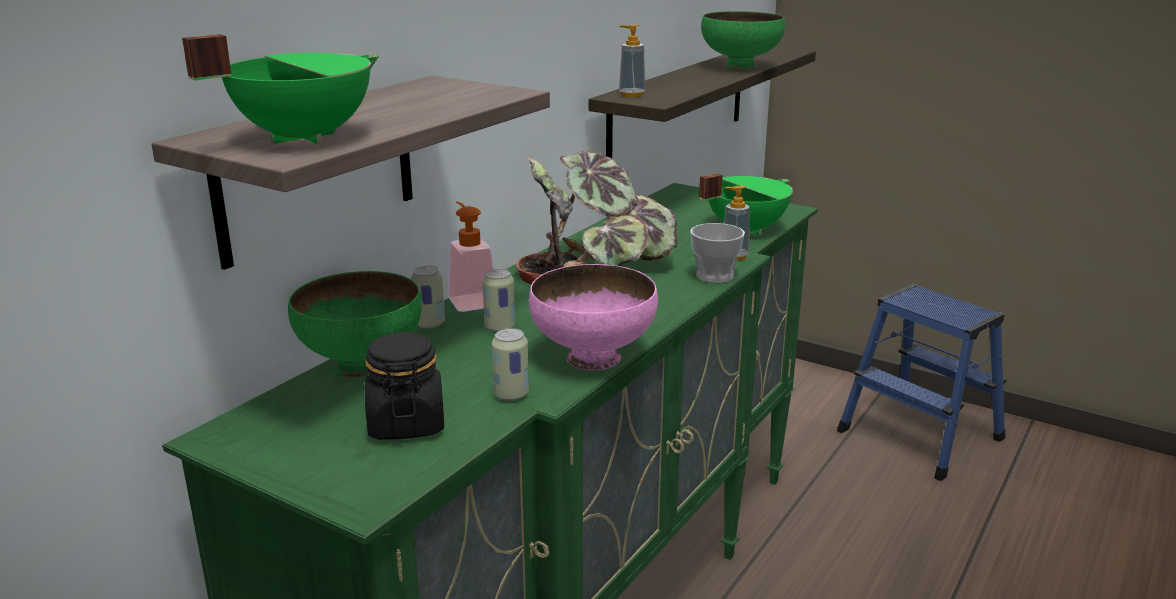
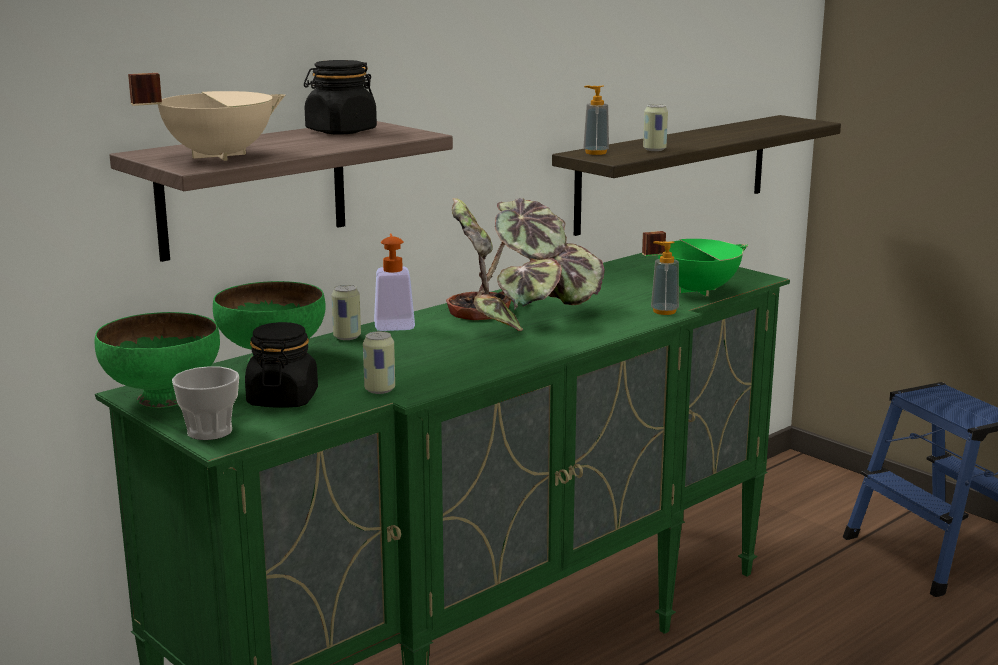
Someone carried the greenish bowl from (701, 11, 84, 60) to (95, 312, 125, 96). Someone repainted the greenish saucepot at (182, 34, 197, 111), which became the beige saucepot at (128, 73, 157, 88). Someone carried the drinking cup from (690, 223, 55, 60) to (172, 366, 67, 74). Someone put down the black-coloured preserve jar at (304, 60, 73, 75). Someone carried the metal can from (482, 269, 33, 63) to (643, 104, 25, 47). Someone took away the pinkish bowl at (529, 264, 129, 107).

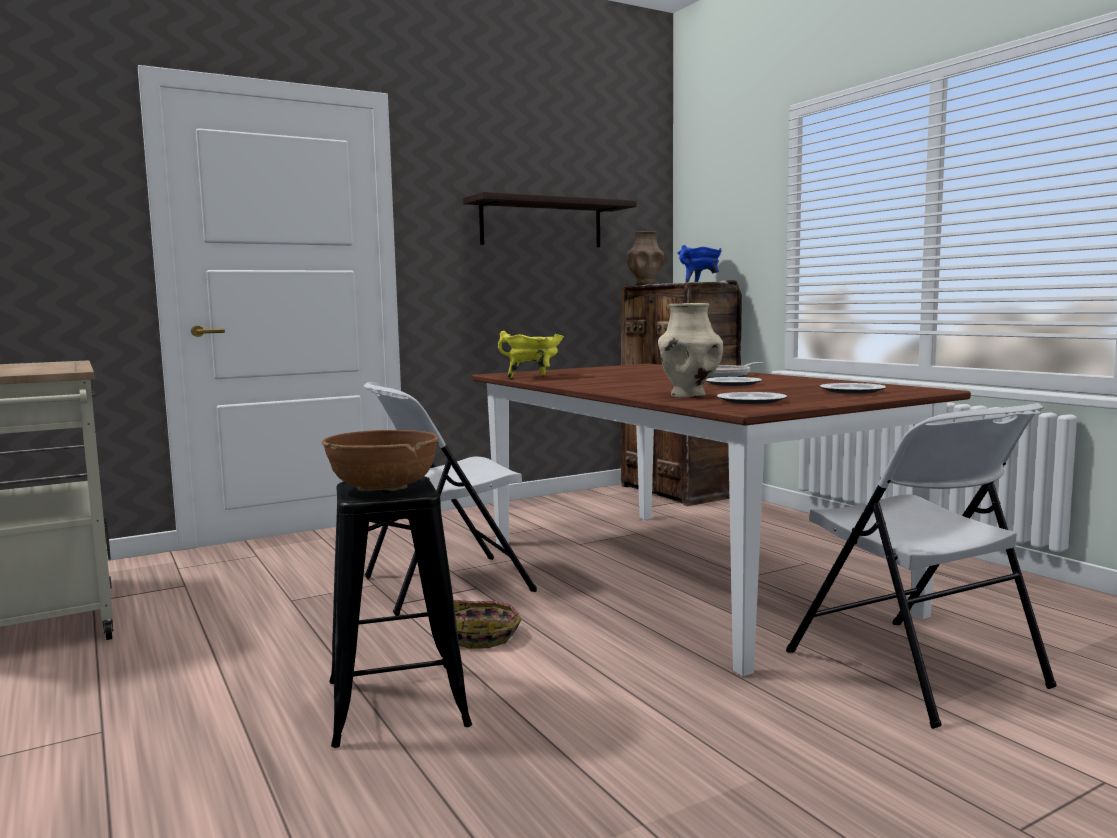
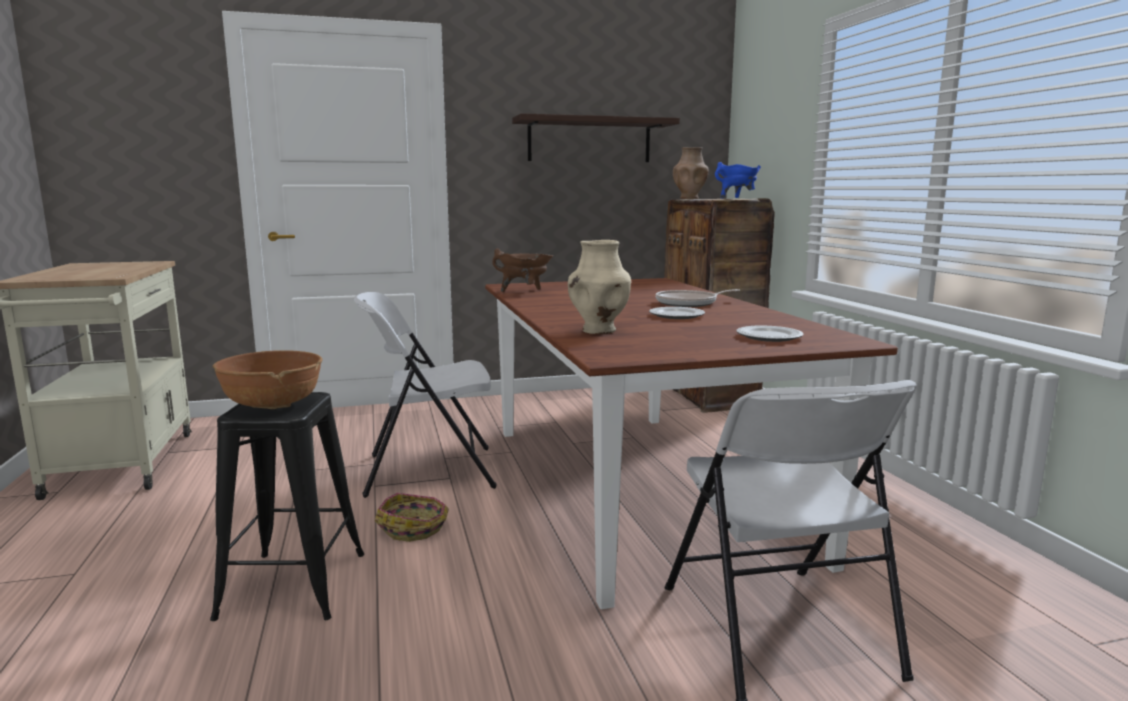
Someone repainted the yellow saucepot at (498, 331, 66, 47), which became the brown saucepot at (493, 249, 60, 43). Someone took away the dinner plate at (717, 392, 70, 12).

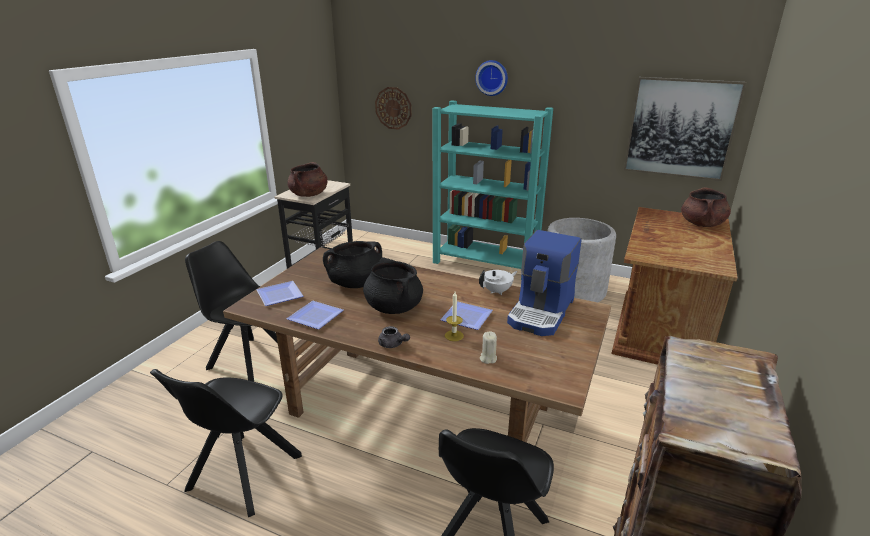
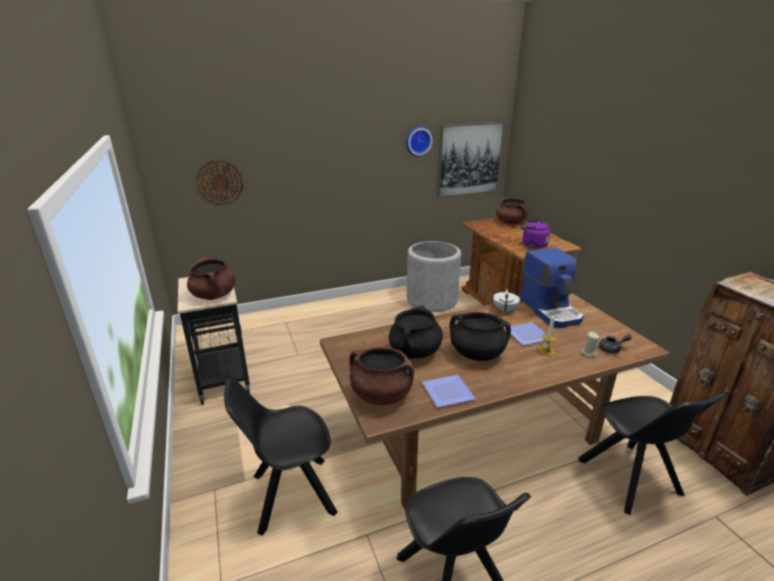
Someone swapped the dinner plate at (256, 281, 47, 25) for the brown saucepot at (349, 347, 65, 58). Someone carried the hanging clock from (475, 60, 33, 36) to (406, 126, 27, 31). Someone put down the purplish water kettle at (520, 220, 31, 29). Someone carried the grey pot for tea from (378, 326, 32, 22) to (599, 334, 33, 19). Someone took away the turquoise bookshelf at (433, 100, 120, 176).

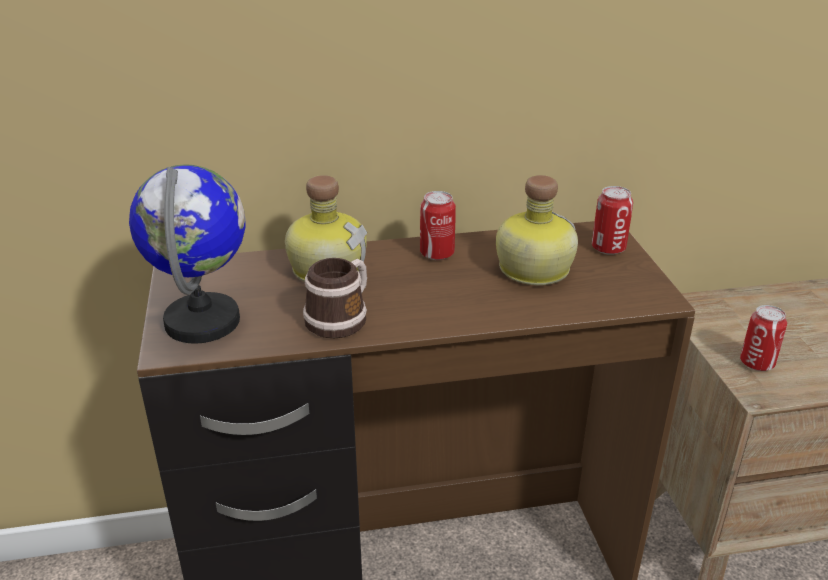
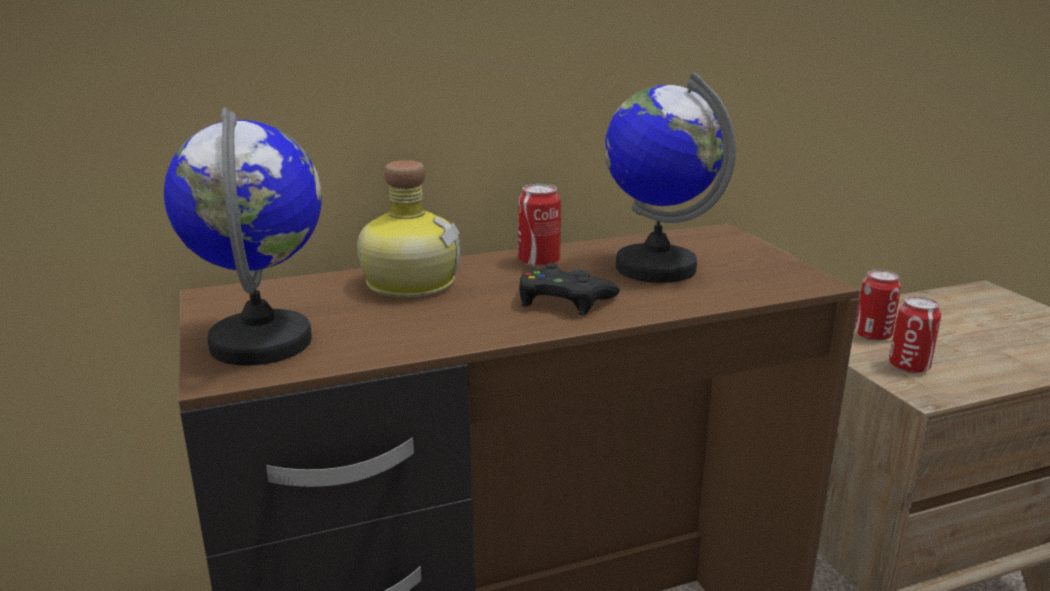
Someone put down the black-coloured joypad at (519, 263, 101, 52). Someone swapped the beverage bottle at (496, 175, 82, 110) for the desk globe at (605, 72, 131, 211). Someone carried the metal can from (592, 186, 41, 69) to (854, 270, 47, 71). Someone took away the tea mug at (303, 258, 64, 80).

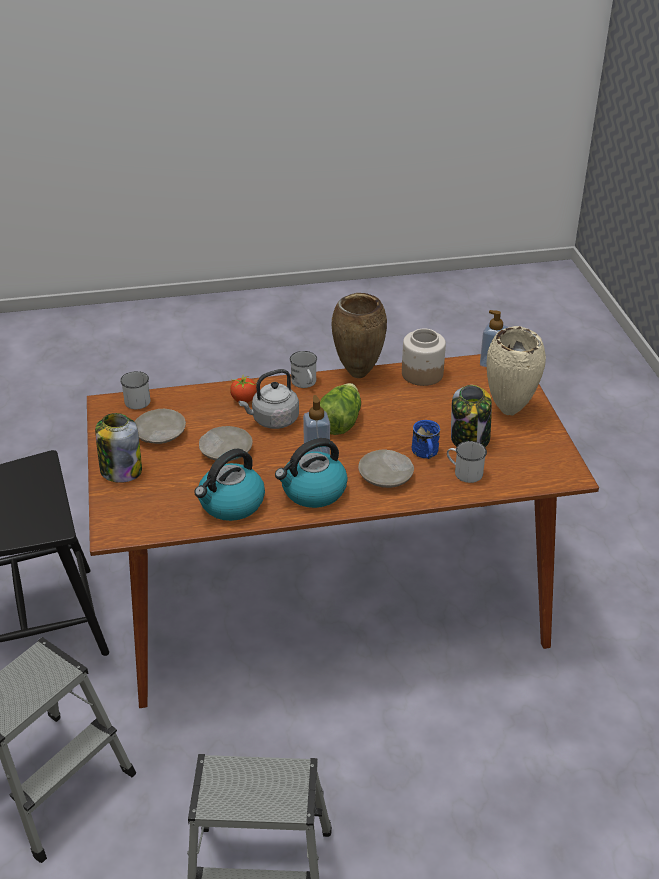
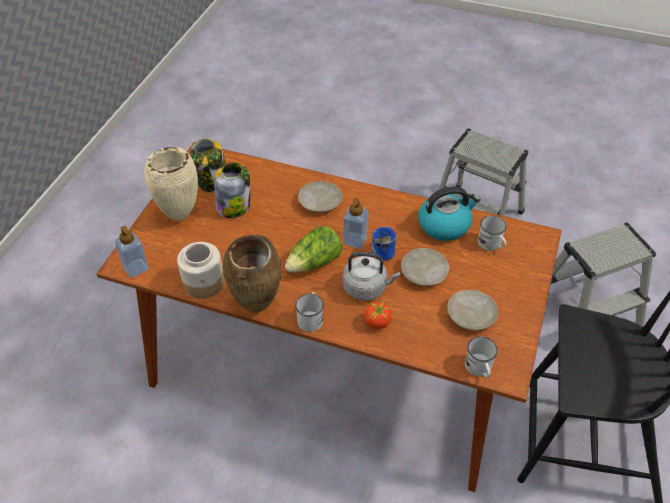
Someone carried the preserve jar from (95, 413, 47, 70) to (190, 138, 36, 54). Someone carried the blue-coloured tea mug from (412, 420, 29, 39) to (372, 227, 24, 34). Someone carried the whitish tea mug from (447, 441, 40, 42) to (478, 216, 29, 35). Someone took away the water kettle at (275, 438, 73, 70).

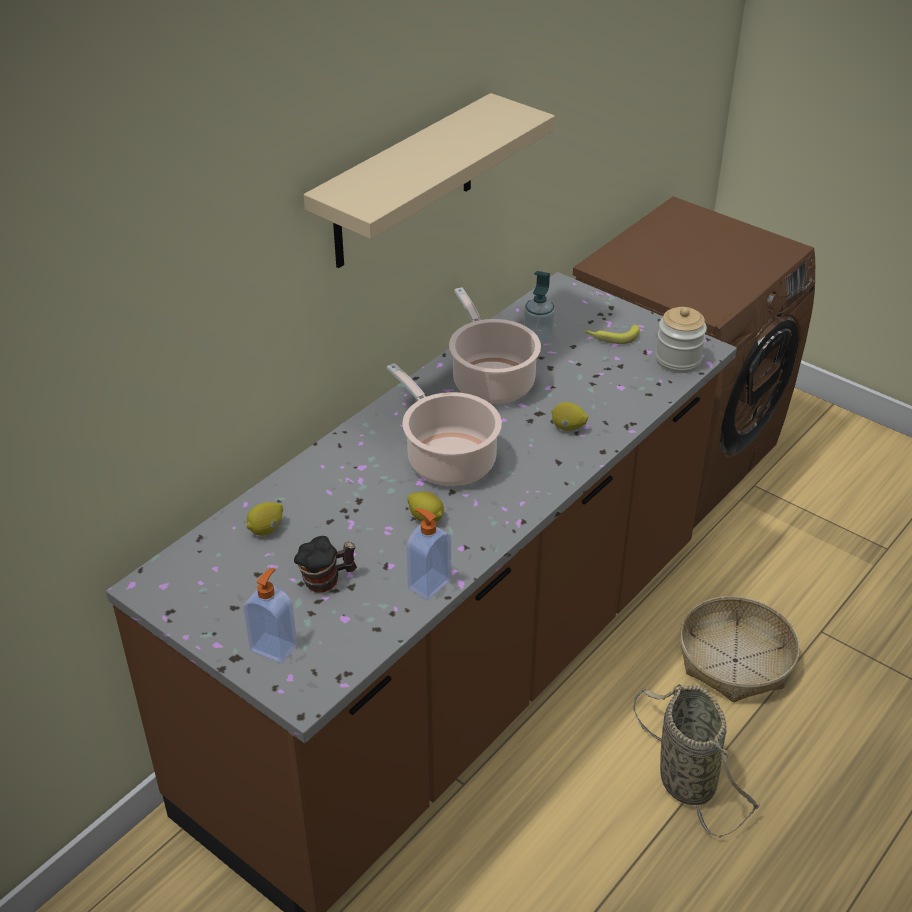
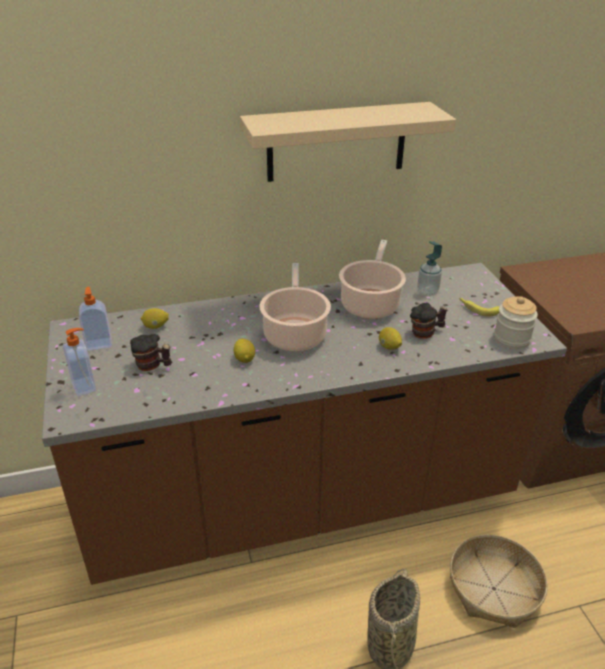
Someone carried the soap bottle from (406, 508, 45, 92) to (79, 287, 33, 64). Someone put down the tea mug at (410, 303, 37, 36).

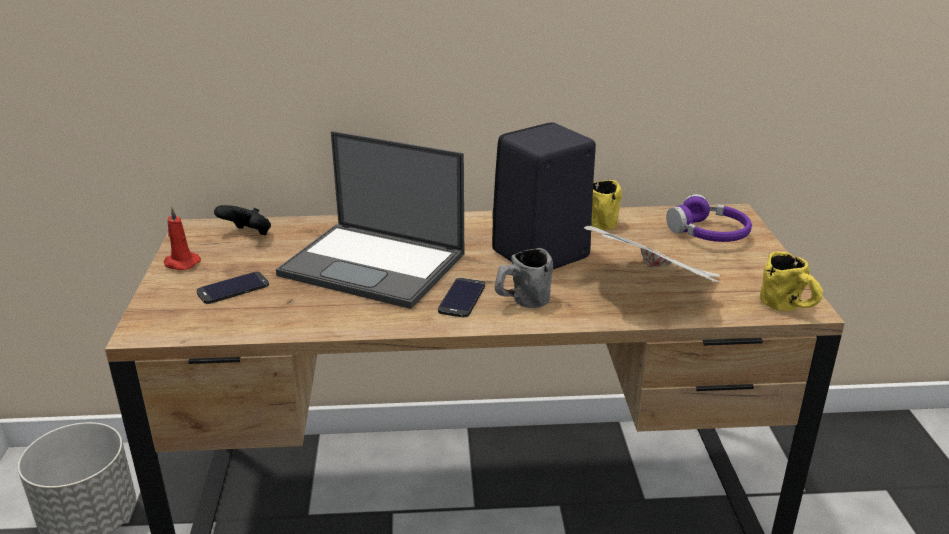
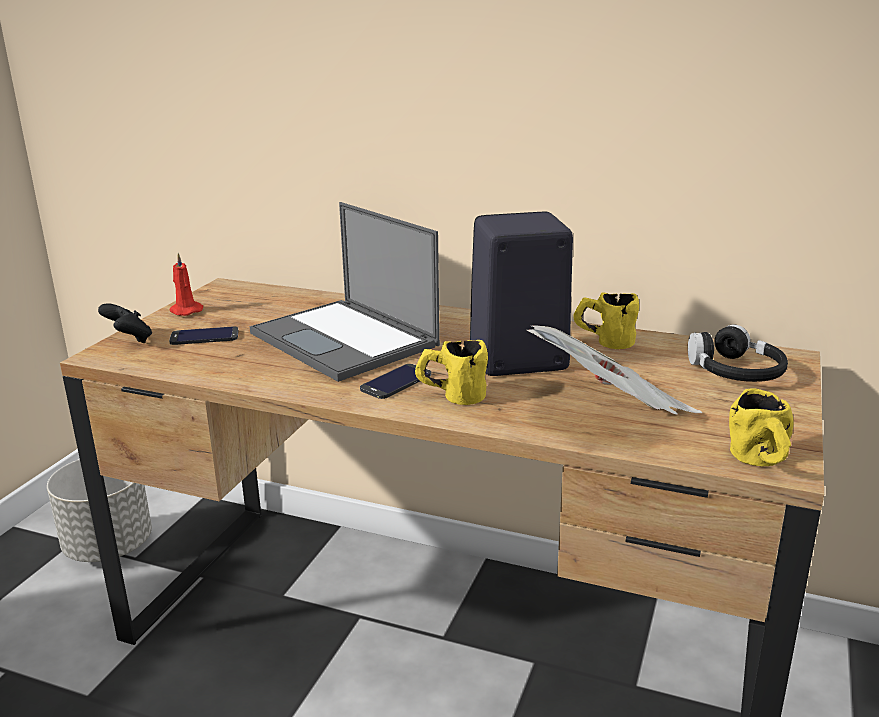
Someone carried the black-coloured joypad from (214, 205, 57, 30) to (98, 303, 54, 40). Someone repainted the grey tea mug at (495, 248, 58, 60), which became the yellow tea mug at (415, 340, 73, 65). Someone repainted the purplish headset at (666, 194, 86, 48), which became the black-coloured headset at (688, 325, 100, 57).

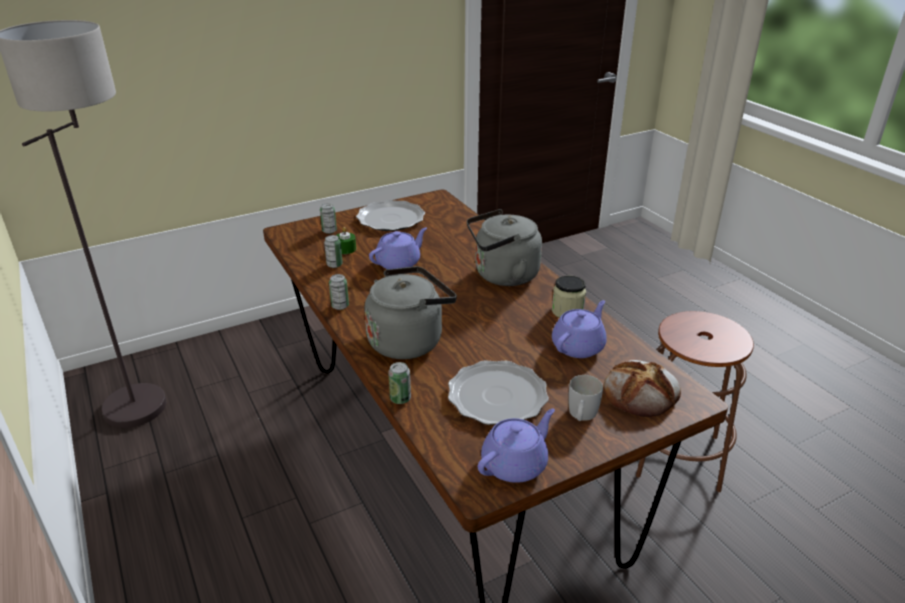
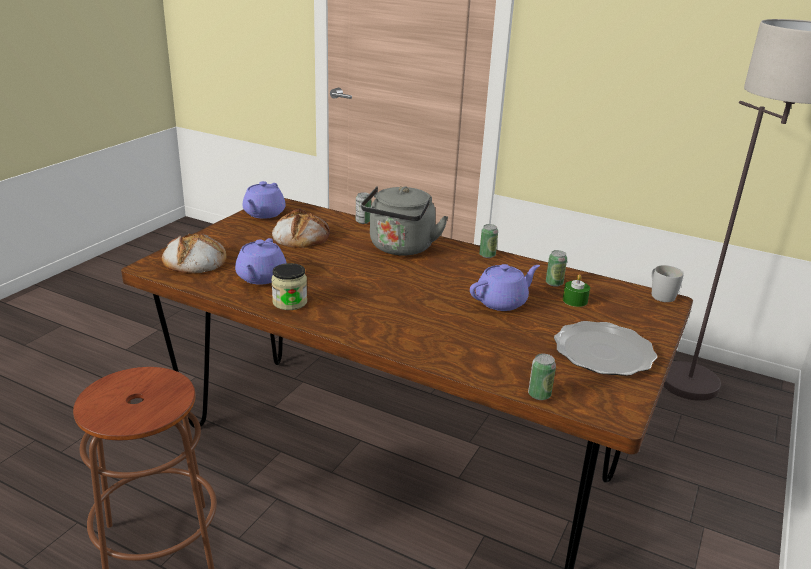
Someone swapped the dinner plate at (448, 360, 101, 65) for the bakery bread at (272, 208, 58, 40). Someone rotated the purplish pot for tea at (369, 227, 58, 42) by 135 degrees counterclockwise. Someone carried the metal can from (320, 203, 17, 31) to (528, 353, 28, 47). Someone carried the whitish tea mug from (568, 375, 35, 46) to (651, 265, 33, 37). Someone took away the grey water kettle at (467, 209, 75, 77).

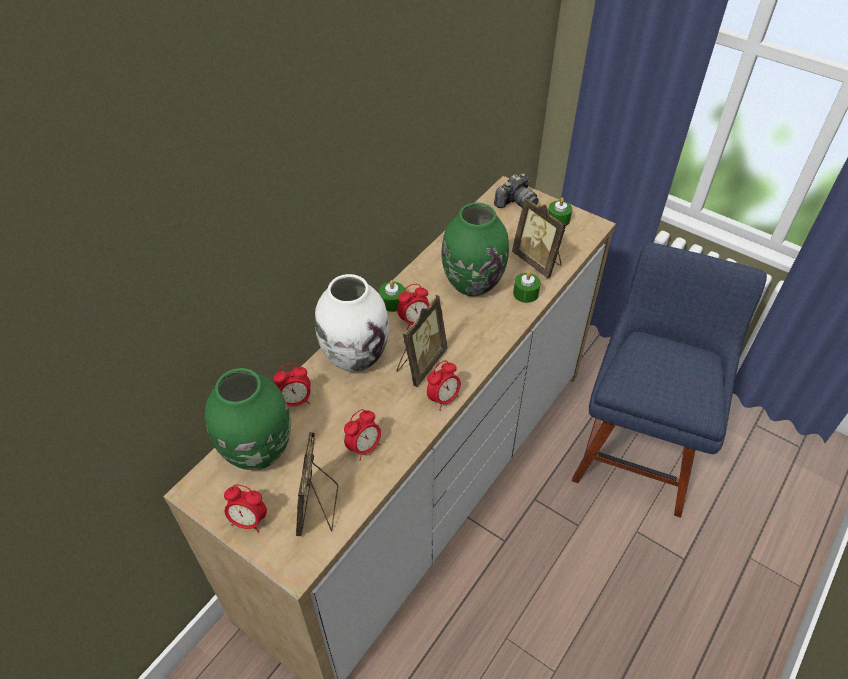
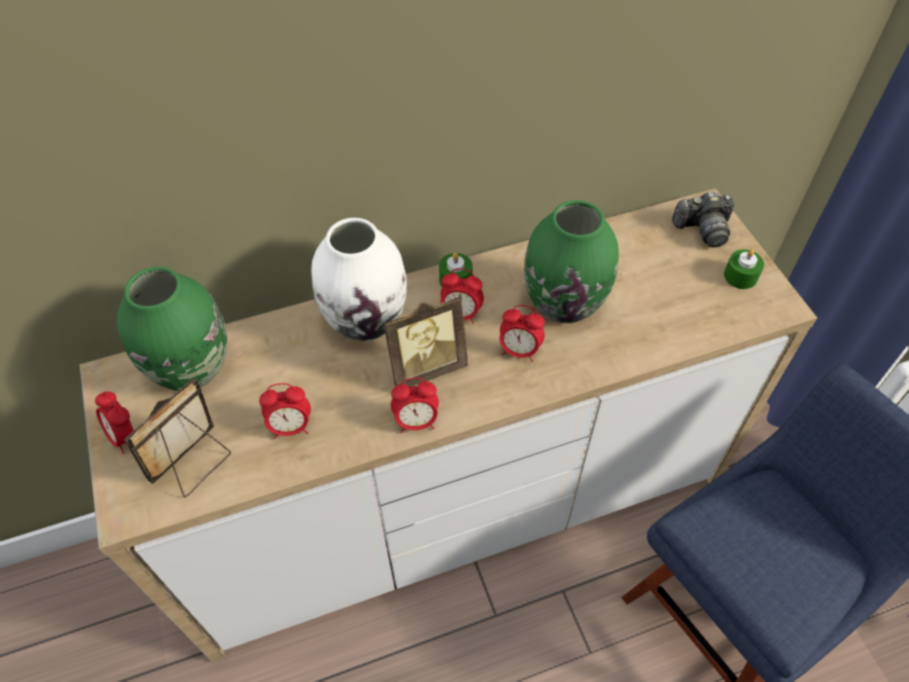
Someone carried the table clock from (273, 363, 38, 43) to (500, 305, 45, 57). Someone took away the photo frame at (512, 197, 54, 81). Someone took away the greenish candle at (513, 271, 28, 32).

